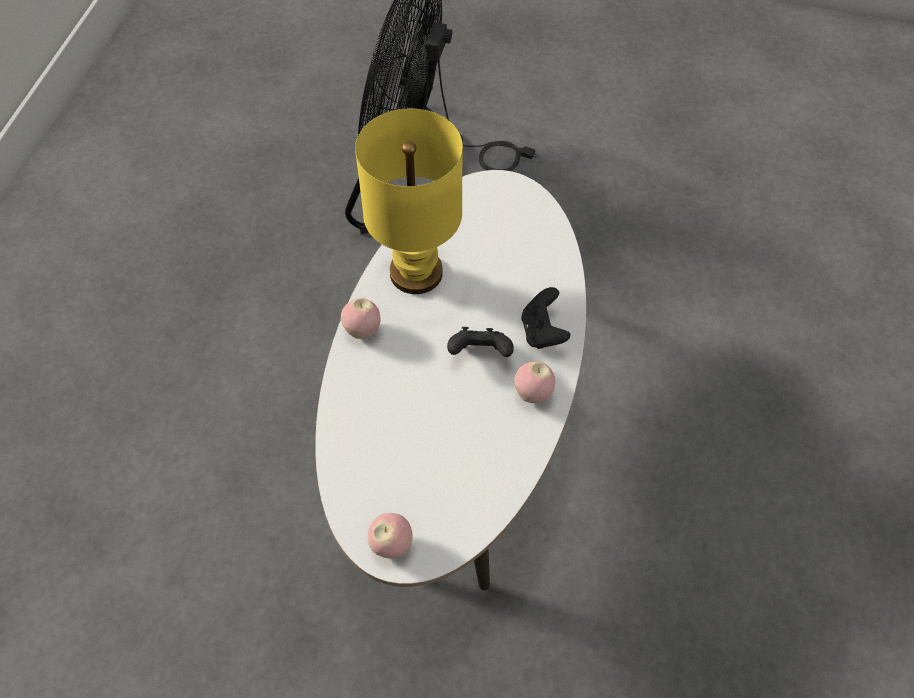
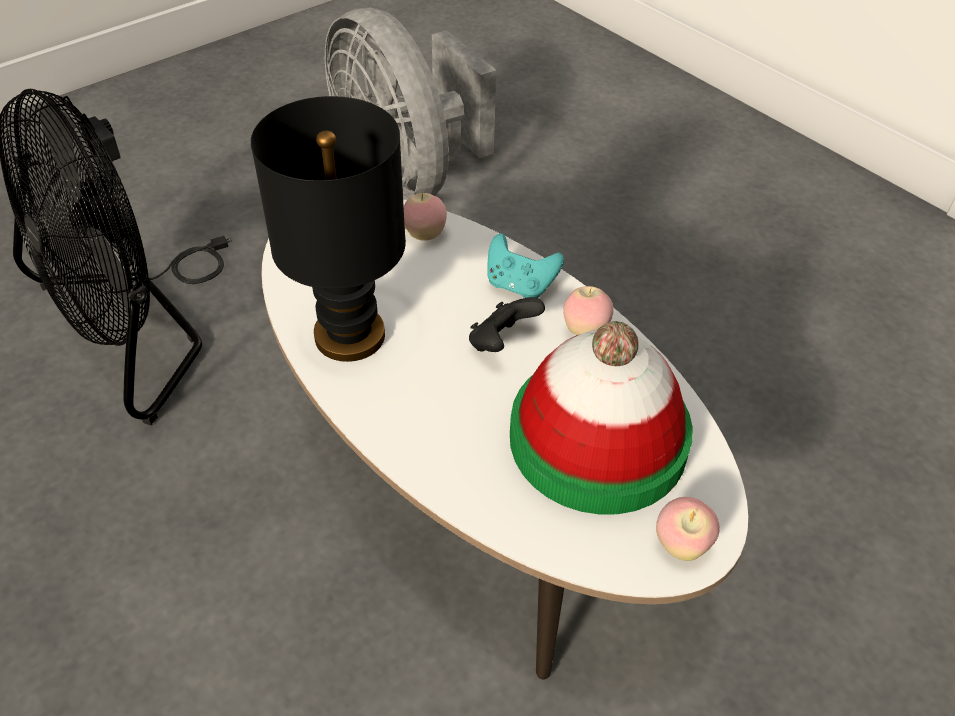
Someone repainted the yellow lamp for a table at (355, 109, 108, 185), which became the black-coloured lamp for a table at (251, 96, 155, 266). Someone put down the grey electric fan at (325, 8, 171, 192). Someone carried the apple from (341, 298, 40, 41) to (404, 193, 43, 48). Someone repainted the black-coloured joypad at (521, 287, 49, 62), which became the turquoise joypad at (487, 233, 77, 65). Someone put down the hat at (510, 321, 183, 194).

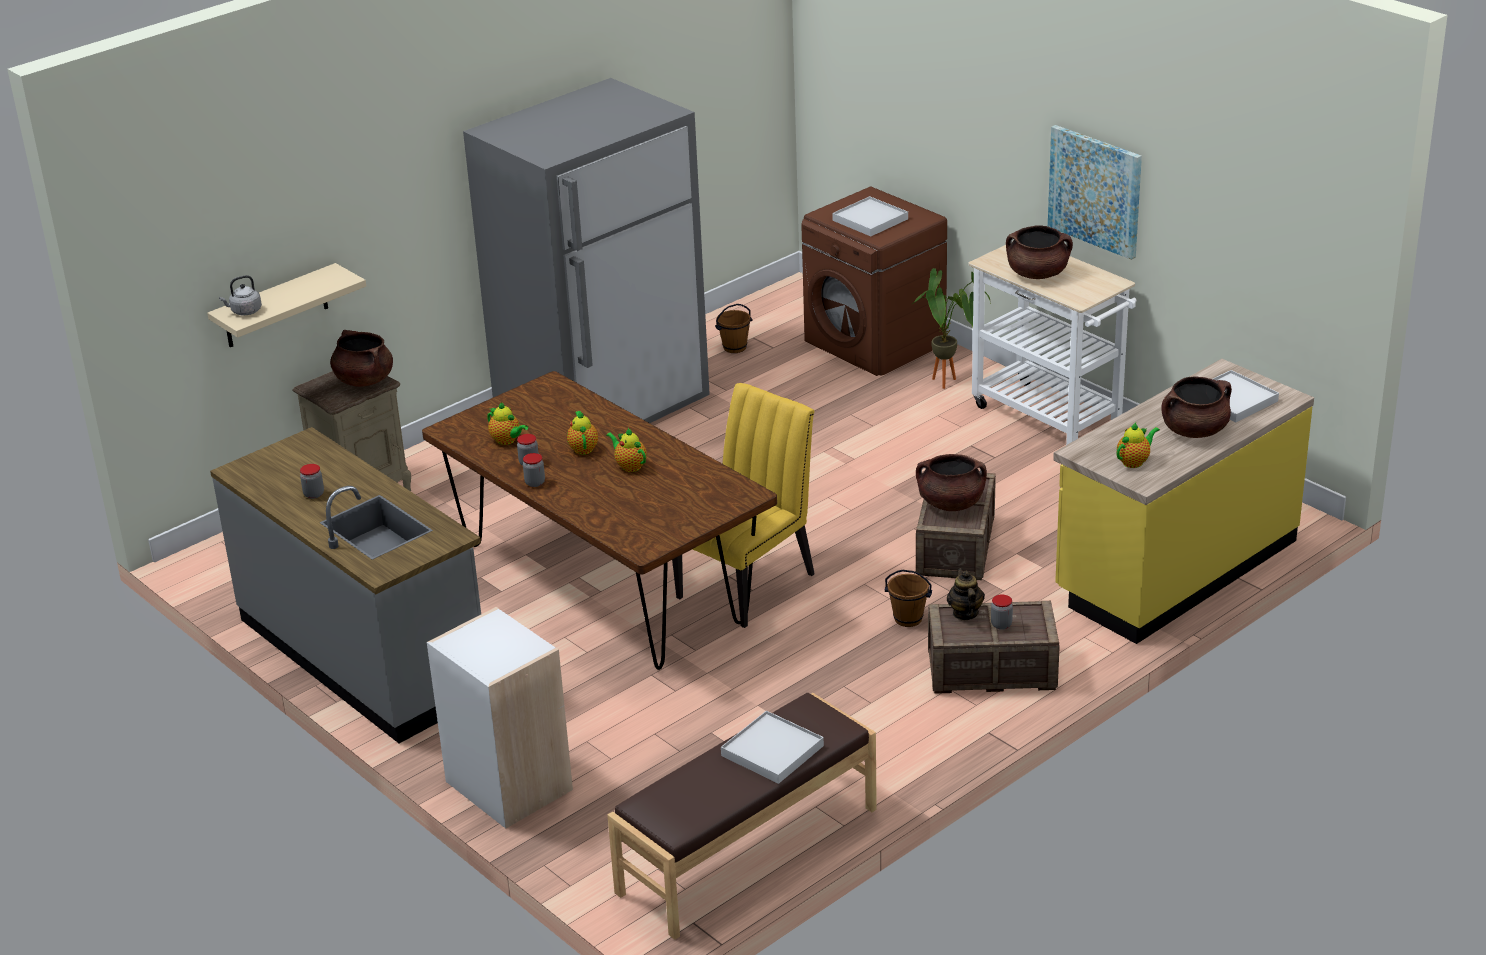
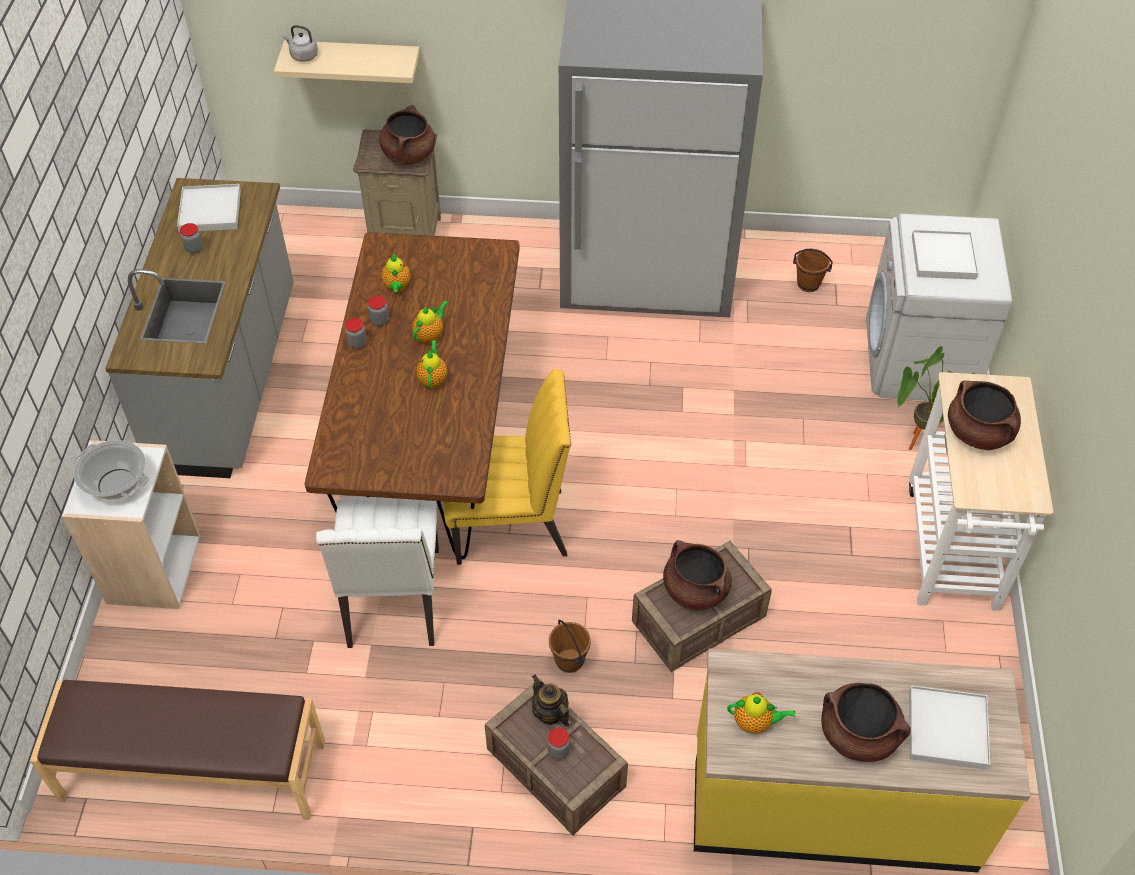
Someone put down the saucepot at (73, 440, 76, 60). Someone carried the whitish carrying tray from (721, 711, 103, 73) to (177, 184, 64, 48). Someone put down the whitish chair at (316, 496, 123, 152). Someone rotated the pot for tea at (947, 568, 38, 52) by 75 degrees counterclockwise. Someone repainted the brown laundry machine at (801, 187, 146, 189), which became the whitish laundry machine at (866, 214, 146, 187). Someone took away the wall art at (1048, 125, 94, 135).

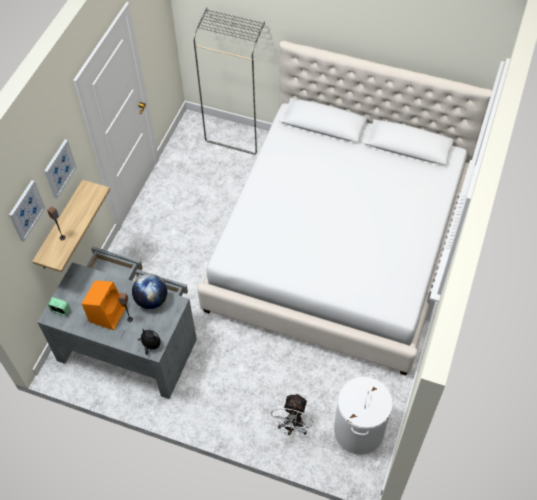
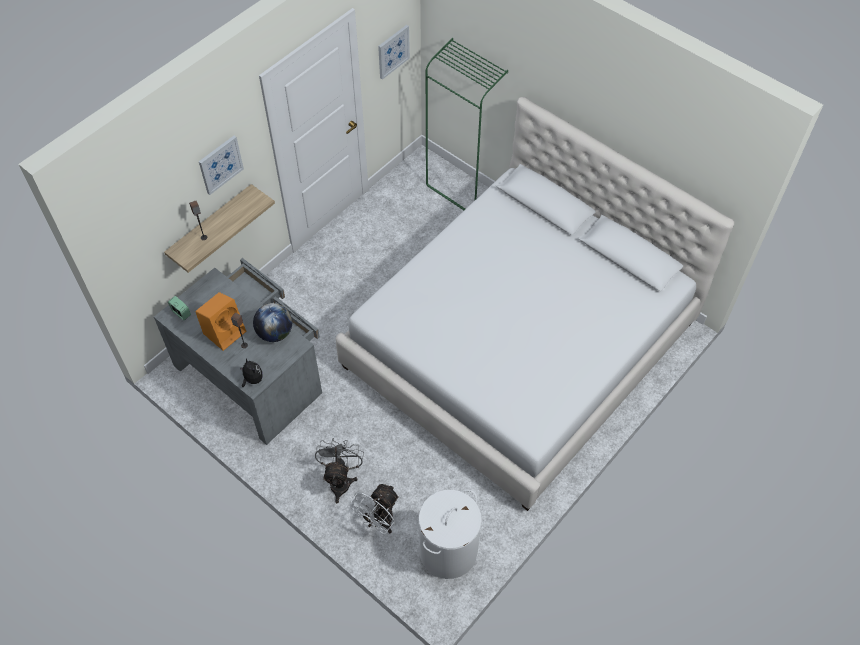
Someone put down the grey electric fan at (315, 438, 49, 65). Someone carried the wall art from (9, 180, 36, 62) to (378, 25, 32, 55). Someone repainted the grey garment rack at (194, 8, 71, 147), which became the greenish garment rack at (426, 38, 82, 172).

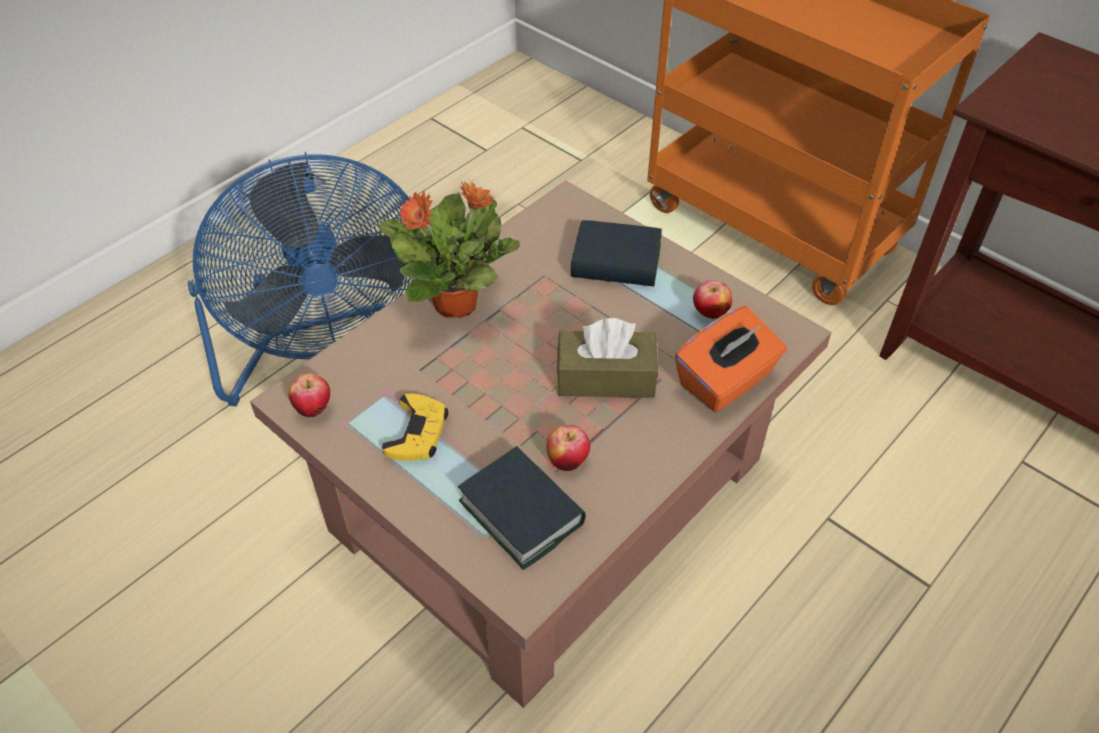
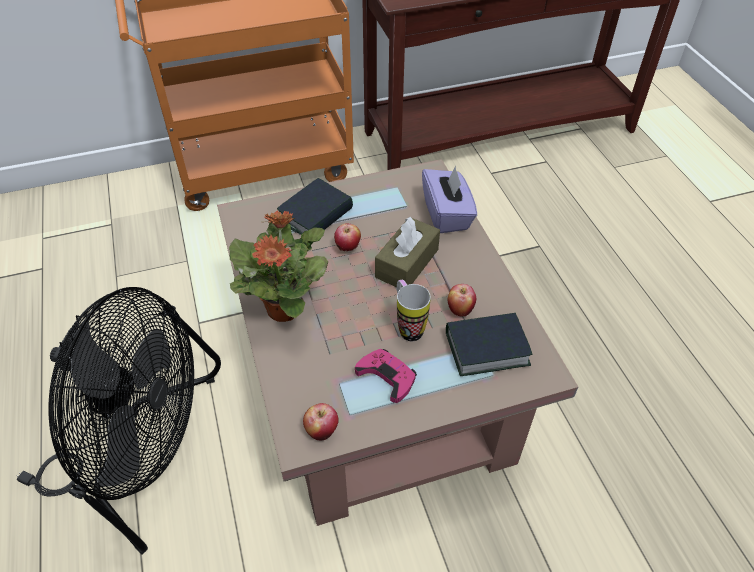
Someone repainted the blue-coloured electric fan at (188, 152, 237, 254), which became the black-coloured electric fan at (16, 287, 205, 268). Someone carried the apple from (693, 280, 39, 39) to (334, 223, 27, 28). Someone repainted the yellow joypad at (382, 393, 66, 68), which became the pinkish joypad at (355, 349, 62, 54). Someone put down the tea mug at (397, 280, 34, 61). Someone repainted the orange tissue holder at (675, 306, 112, 106), which became the purplish tissue holder at (422, 165, 55, 68).

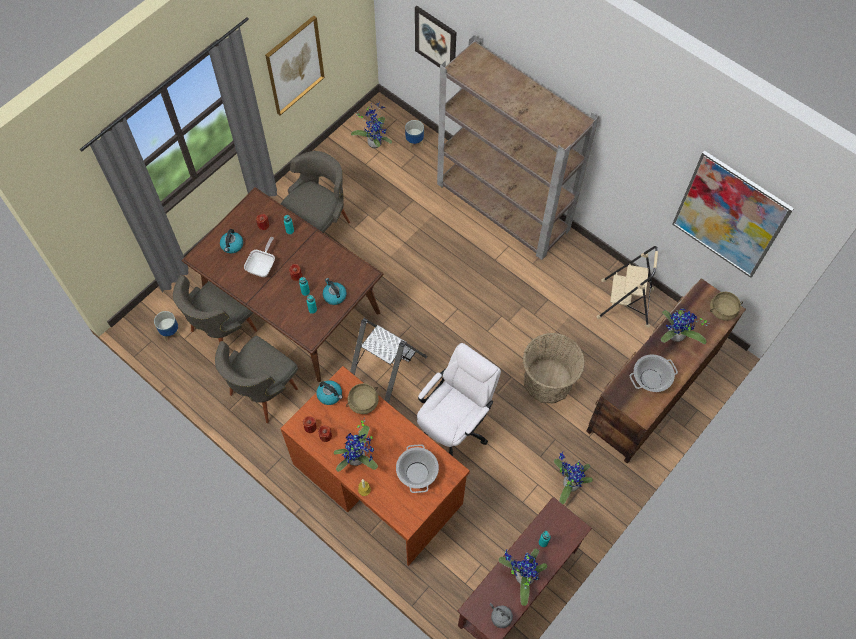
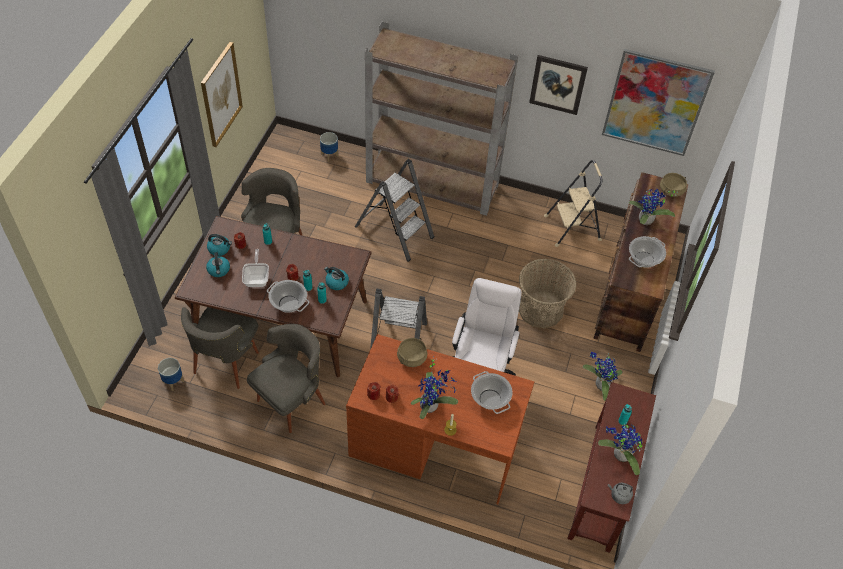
Someone carried the water kettle from (316, 380, 27, 25) to (207, 234, 25, 22). Someone rotated the grey chair at (215, 336, 83, 87) by 150 degrees counterclockwise. Someone put down the saucepot at (267, 280, 42, 33). Someone put down the grey step ladder at (354, 159, 81, 103). Someone carried the wall art from (415, 6, 42, 62) to (529, 55, 59, 60). Someone took away the potted plant at (351, 103, 41, 46).

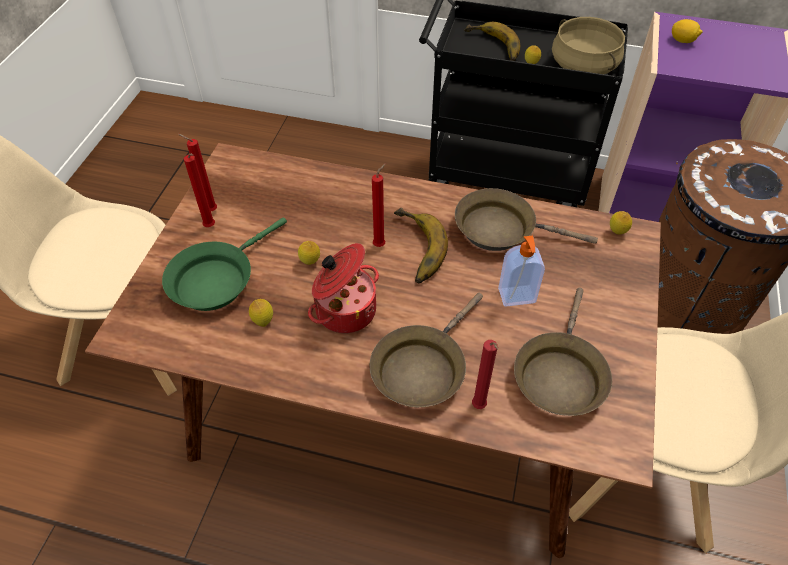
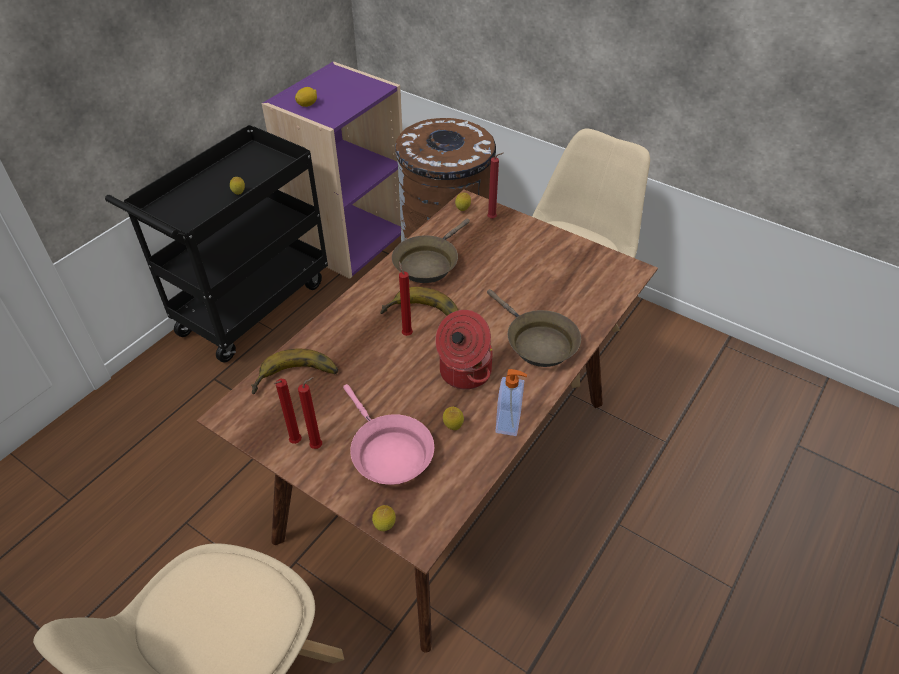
Someone carried the whole banana from (464, 22, 56, 39) to (251, 349, 87, 45). Someone repainted the greenish pan at (162, 217, 125, 94), which became the pinkish pan at (343, 384, 91, 101). Someone carried the citrus fruit from (298, 241, 22, 24) to (372, 505, 24, 26). Someone carried the red candle from (472, 340, 26, 69) to (487, 153, 16, 66). Someone carried the soap bottle from (498, 236, 47, 71) to (496, 369, 31, 67). Someone took away the brown pan at (514, 288, 98, 128). Someone took away the beige saucepot at (552, 17, 73, 57).

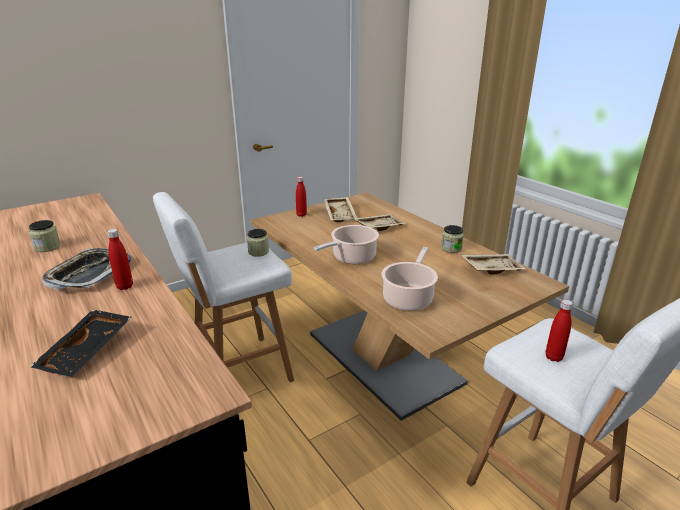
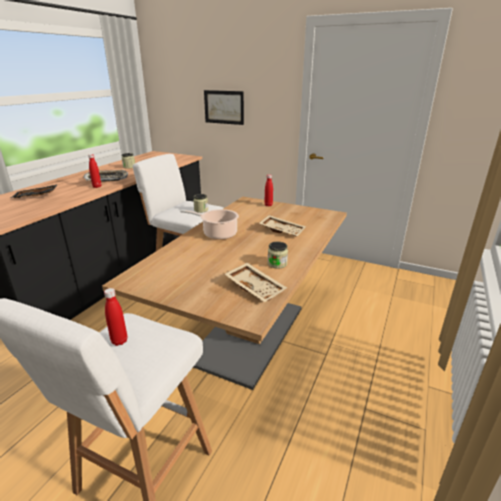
Someone put up the wall art at (204, 90, 40, 35). Someone took away the beige carrying tray at (324, 197, 33, 25). Someone took away the saucepot at (381, 247, 57, 64).

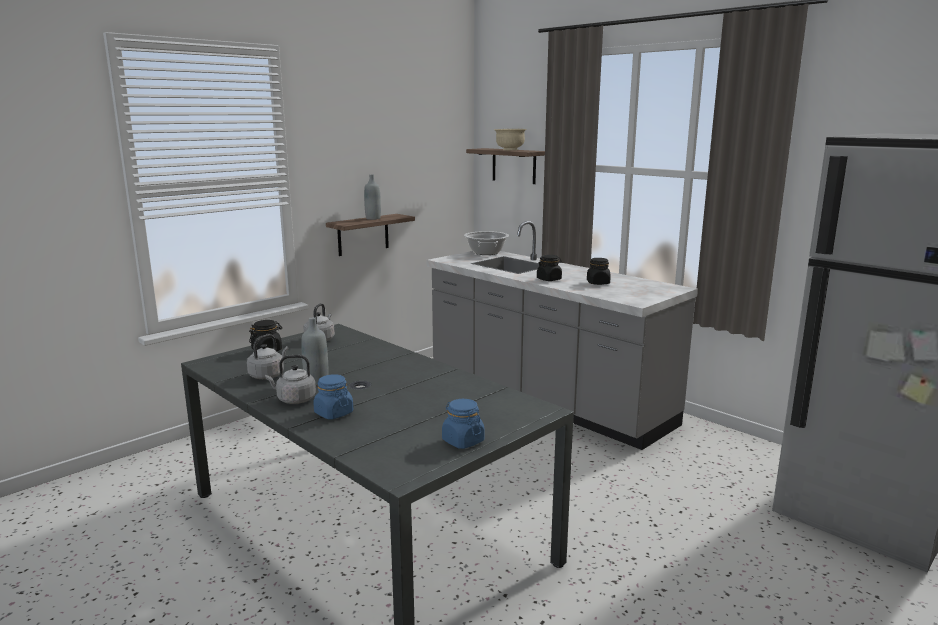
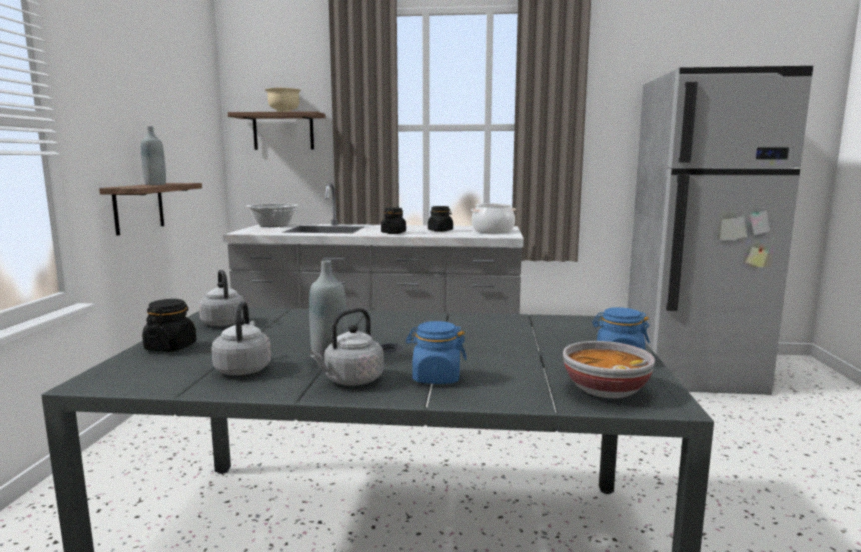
Someone put down the saucepot at (471, 203, 45, 30). Someone put down the bowl at (563, 341, 92, 57).

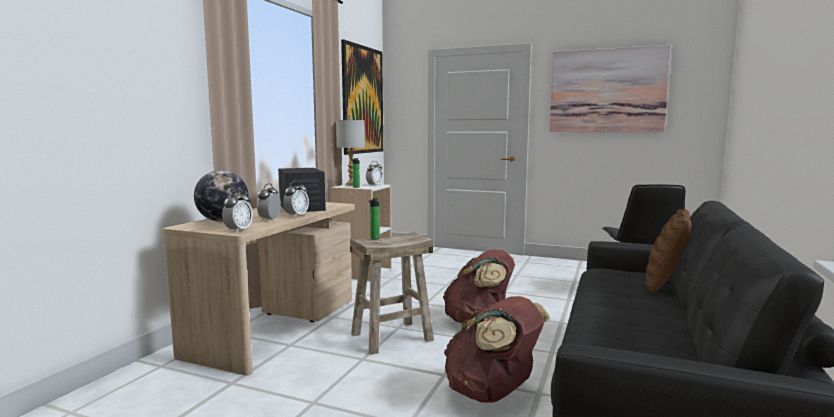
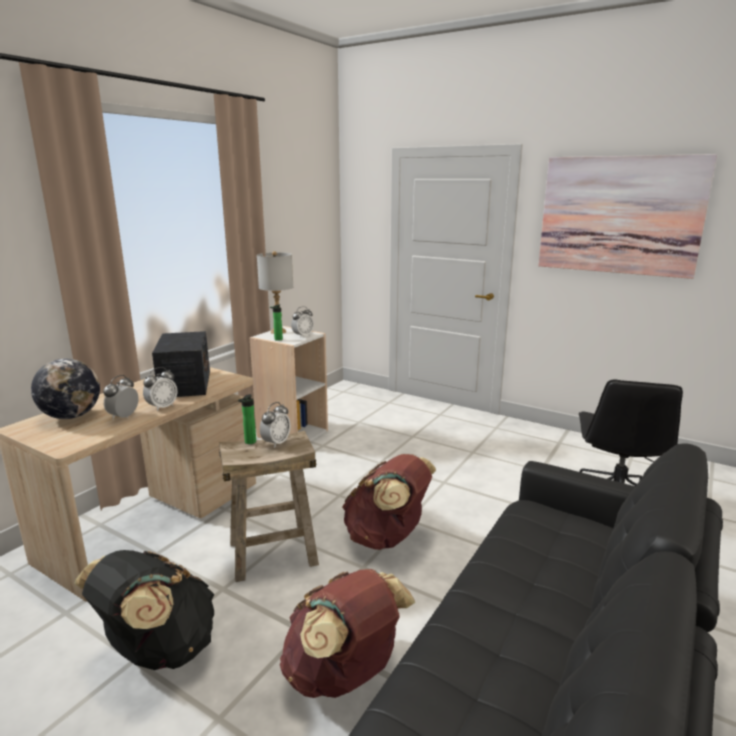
Someone put down the black-coloured rucksack at (74, 550, 141, 120). Someone carried the table clock from (222, 190, 31, 43) to (260, 402, 31, 46). Someone took away the wall art at (341, 39, 42, 116). Someone took away the brown pillow at (645, 208, 47, 85).

